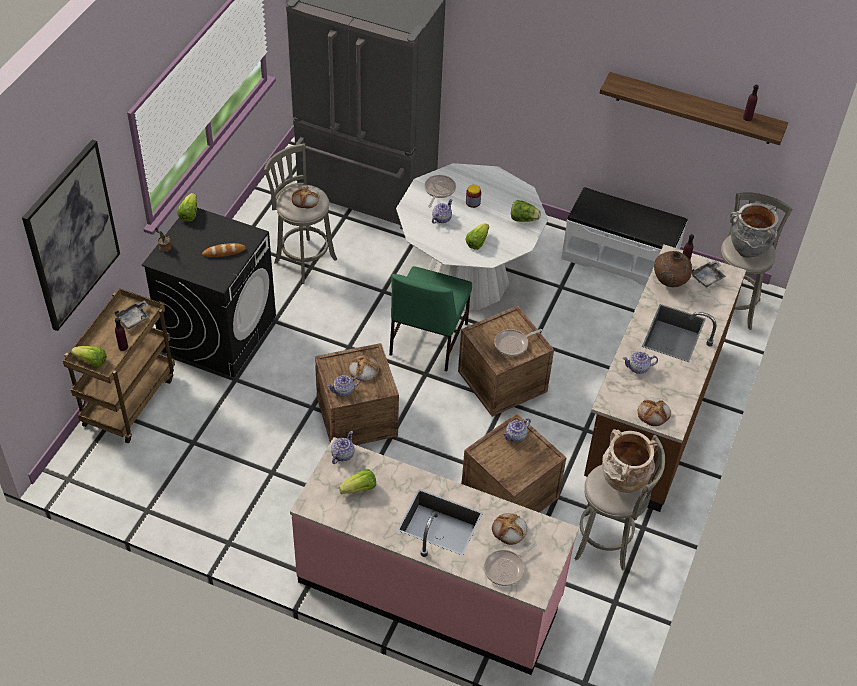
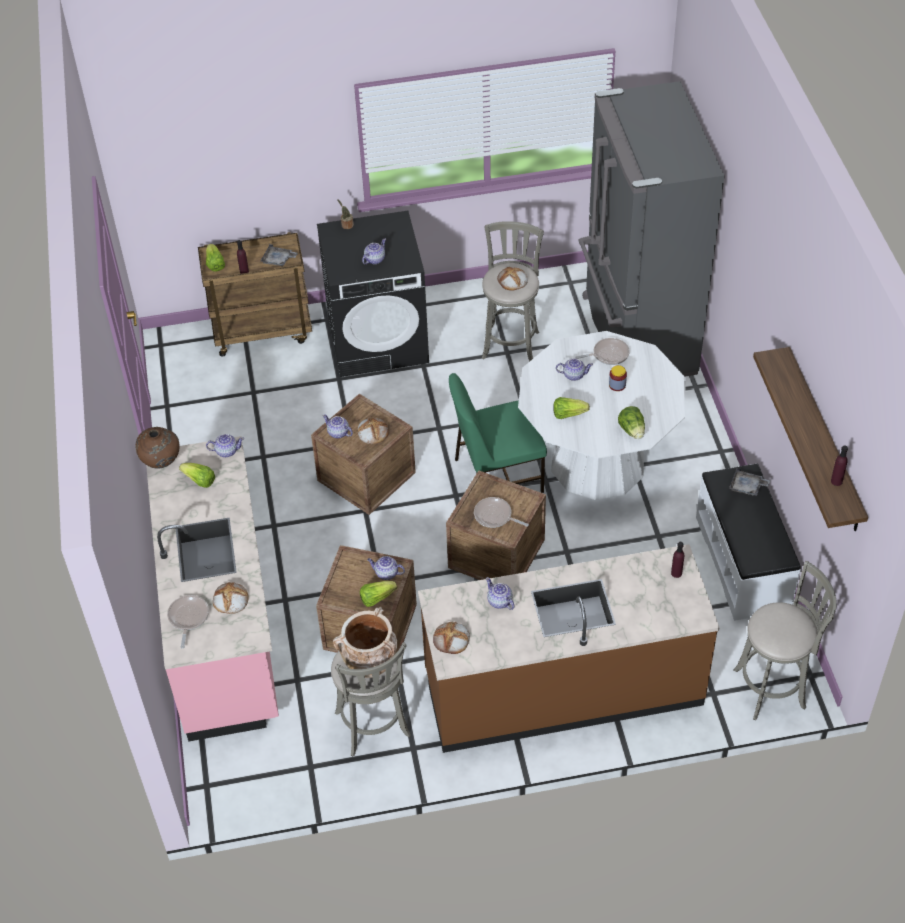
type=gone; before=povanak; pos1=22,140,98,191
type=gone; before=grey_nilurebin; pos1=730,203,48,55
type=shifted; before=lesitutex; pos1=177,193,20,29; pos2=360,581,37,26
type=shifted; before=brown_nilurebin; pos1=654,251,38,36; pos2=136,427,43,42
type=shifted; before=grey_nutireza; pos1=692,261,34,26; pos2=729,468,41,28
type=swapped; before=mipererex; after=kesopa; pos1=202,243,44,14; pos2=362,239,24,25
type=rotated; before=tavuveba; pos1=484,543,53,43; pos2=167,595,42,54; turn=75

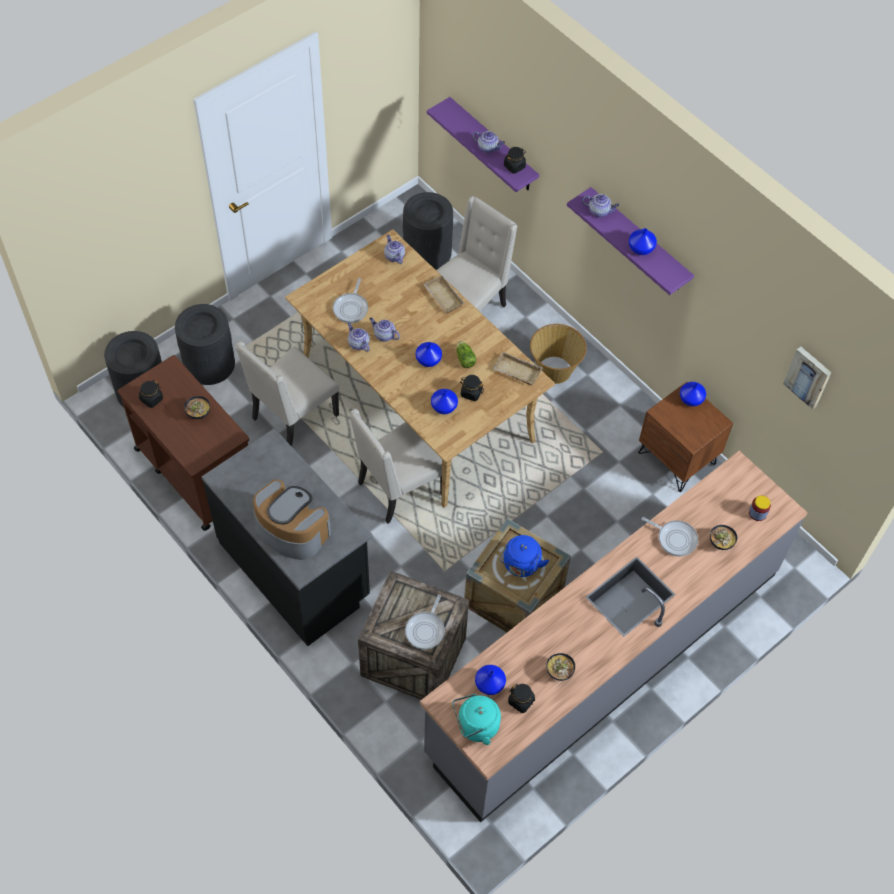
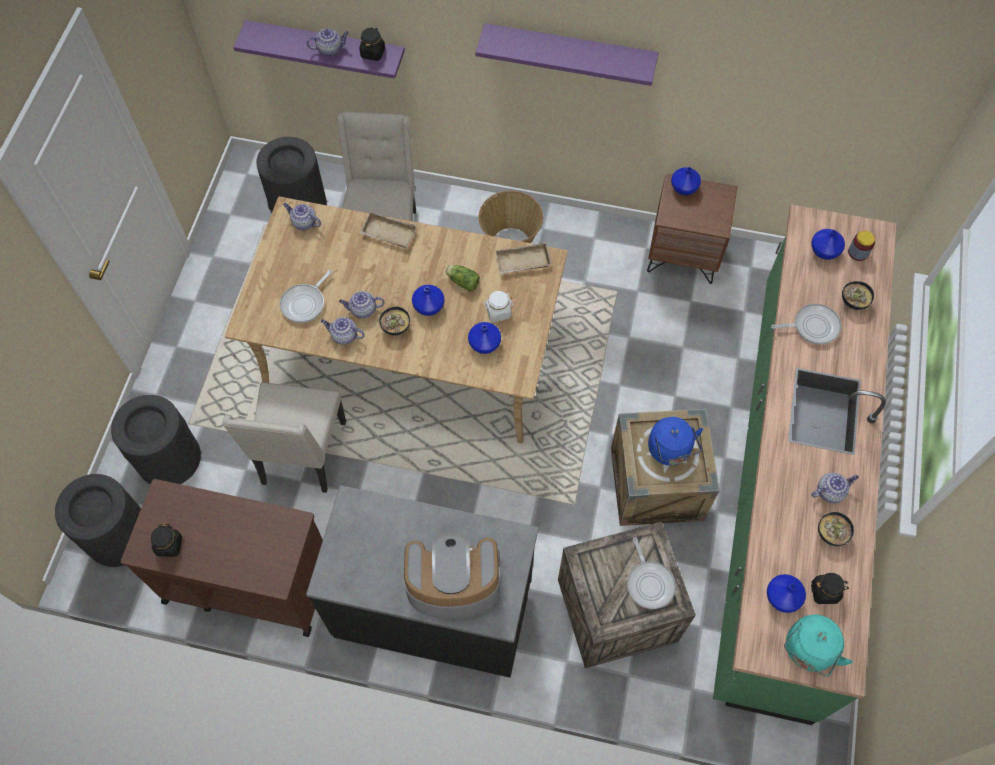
type=gone; before=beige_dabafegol; pos1=349,409,93,115
type=gone; before=povanak; pos1=783,347,48,62
type=shifted; before=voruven; pos1=184,396,26,23; pos2=379,307,31,28
type=shifted; before=kesopa; pos1=582,194,37,23; pos2=811,473,48,30
type=shifted; before=blue_nilurebin; pos1=629,228,28,27; pos2=811,229,34,31
type=repainted; before=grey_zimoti; after=green_zimoti; pos1=420,451,388,371; pos2=713,205,183,520
type=repainted; before=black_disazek; after=white_disazek; pos1=460,375,24,26; pos2=484,291,29,31
type=rotated; before=tavuveba; pos1=333,278,35,45; pos2=280,270,52,53; turn=60

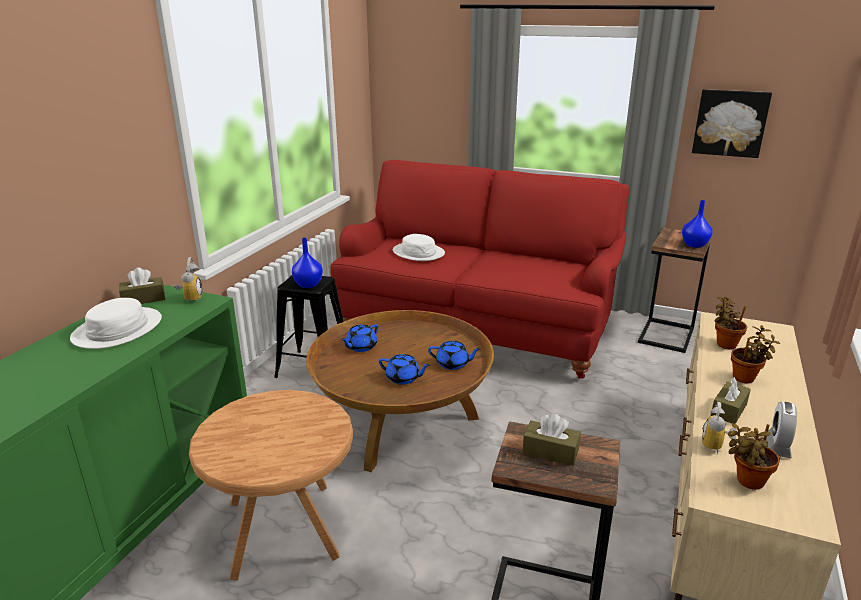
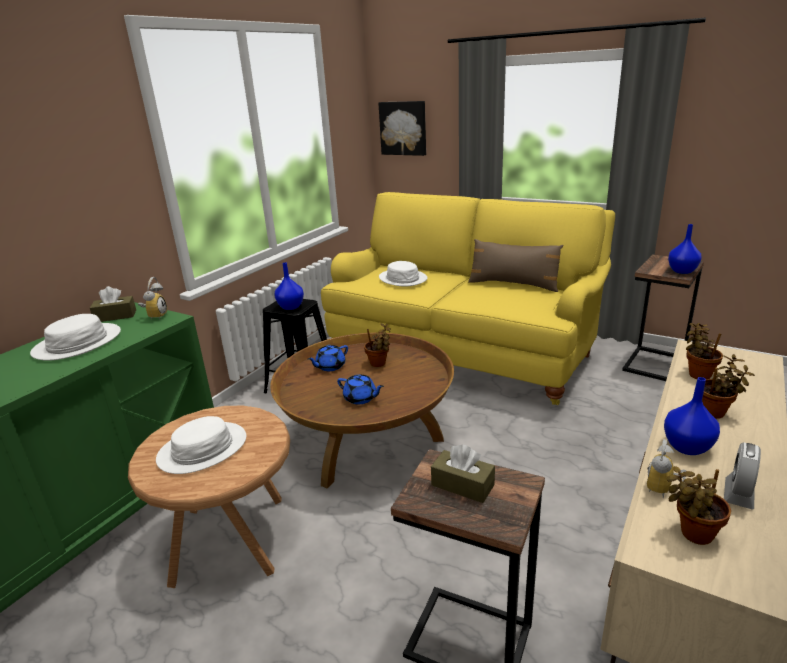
type=gone; before=blue_kesopa; pos1=428,341,52,29
type=new; after=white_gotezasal; pos2=156,416,90,58
type=new; after=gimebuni; pos2=364,323,27,44
type=new; after=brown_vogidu; pos2=468,239,95,53
type=shifted; before=povanak; pos1=692,89,80,69; pos2=378,101,48,55
type=swapped; before=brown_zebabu; after=blue_nilurebin; pos1=711,377,40,47; pos2=664,377,56,78
type=repainted; before=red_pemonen; after=yellow_pemonen; pos1=330,160,299,219; pos2=321,192,294,213

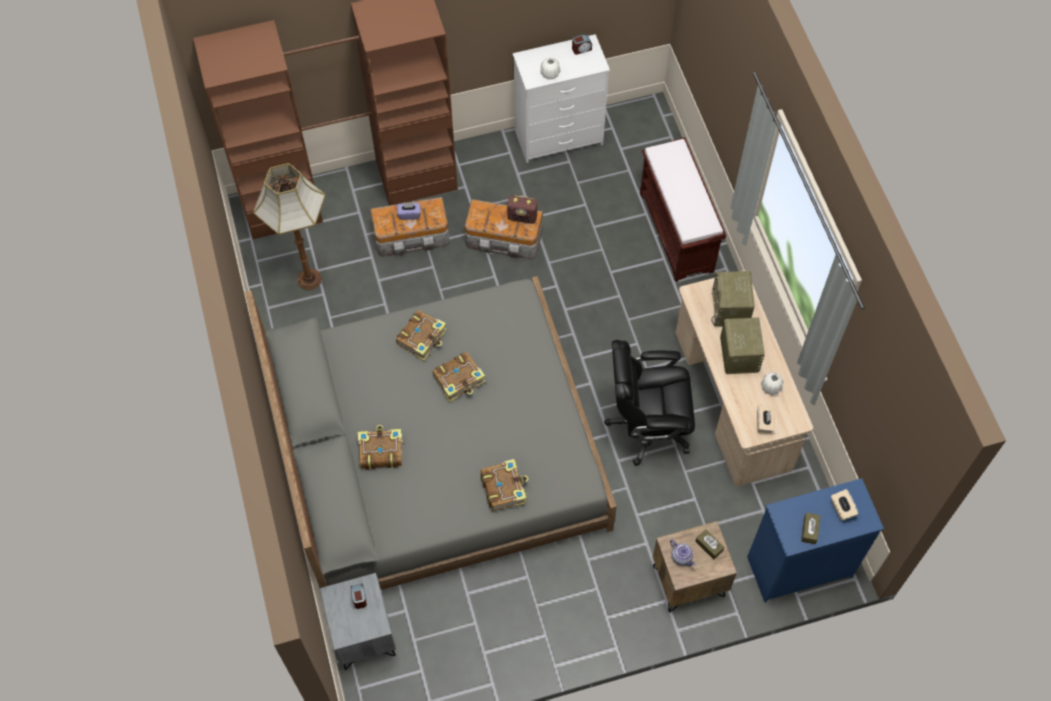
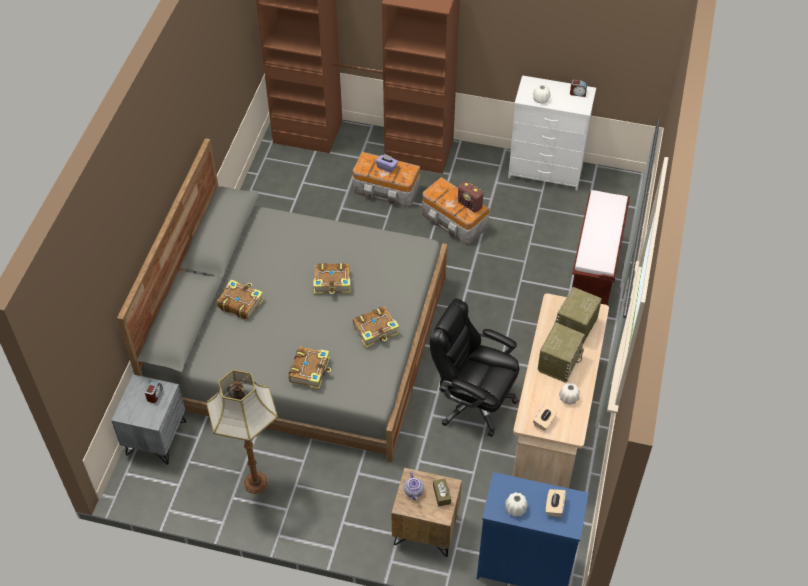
type=shifted; before=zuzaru; pos1=253,163,73,127; pos2=206,370,72,124
type=shifted; before=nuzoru; pos1=396,310,51,51; pos2=353,306,46,42
type=swapped; before=brown_zebabu; after=white_nilurebin; pos1=801,513,20,31; pos2=505,492,23,25

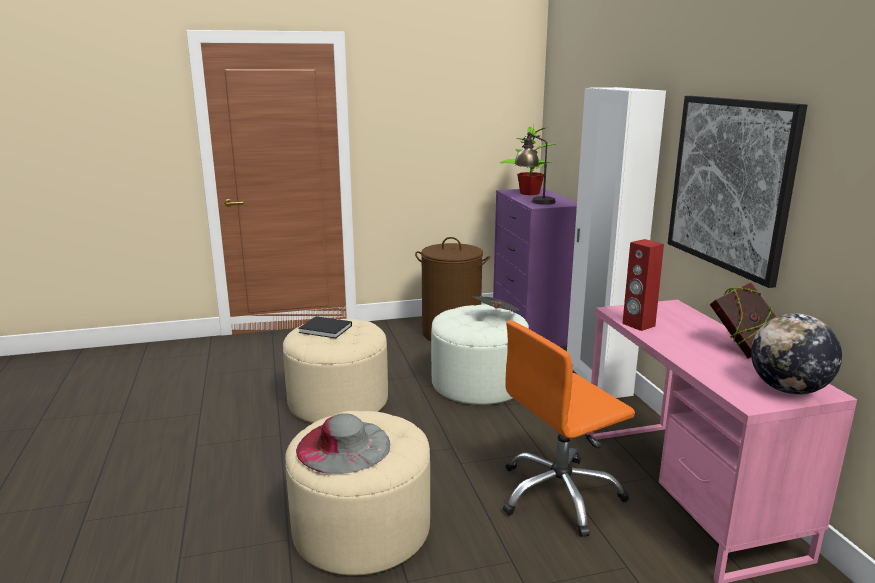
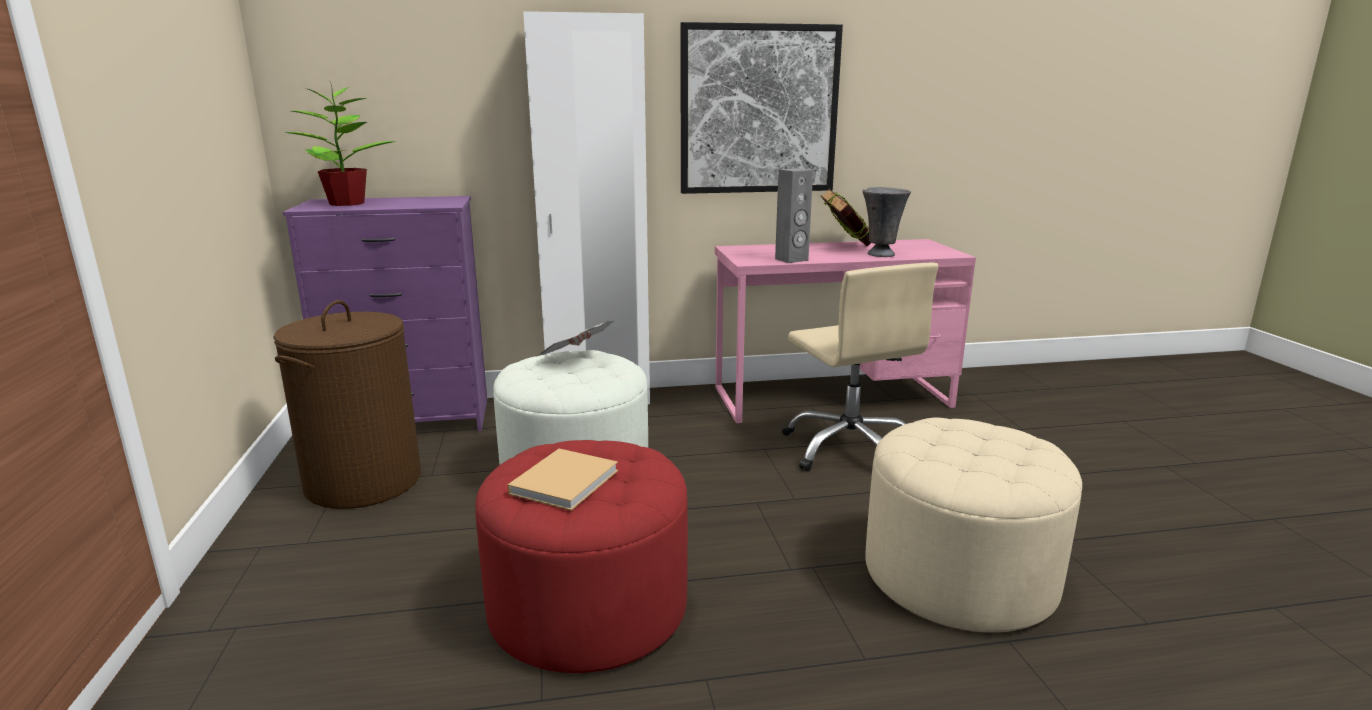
type=gone; before=grey_gotezasal; pos1=296,413,94,61
type=gone; before=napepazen; pos1=514,132,42,73
type=gone; before=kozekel; pos1=751,313,91,81
type=new; after=grey_nilurebin; pos2=862,187,49,70
type=repainted; before=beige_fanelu; after=red_fanelu; pos1=283,319,105,104; pos2=475,440,213,233
type=repainted; before=black_nuzoru; after=beige_nuzoru; pos1=298,316,54,22; pos2=508,449,110,62
type=repainted; before=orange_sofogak; after=beige_sofogak; pos1=503,320,132,217; pos2=782,263,156,208
type=repainted; before=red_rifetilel; after=grey_rifetilel; pos1=622,239,42,92; pos2=775,168,38,95

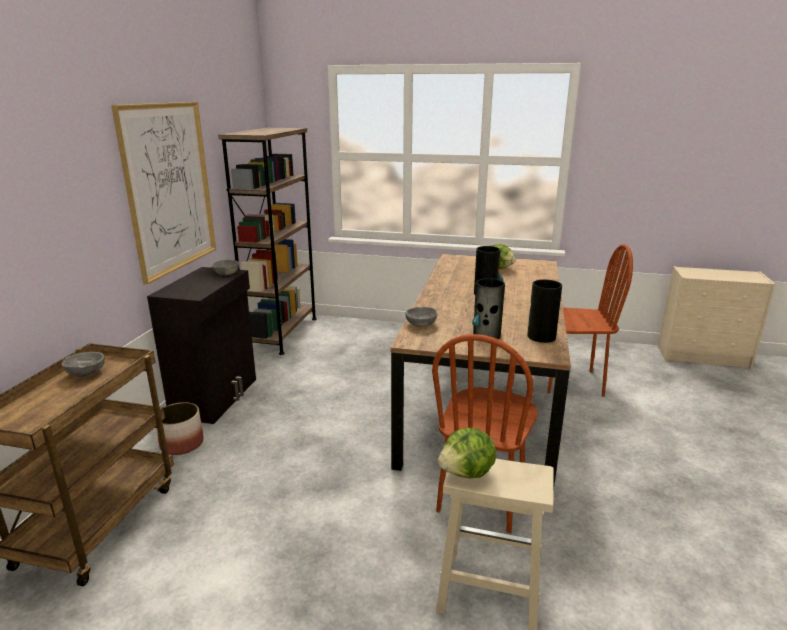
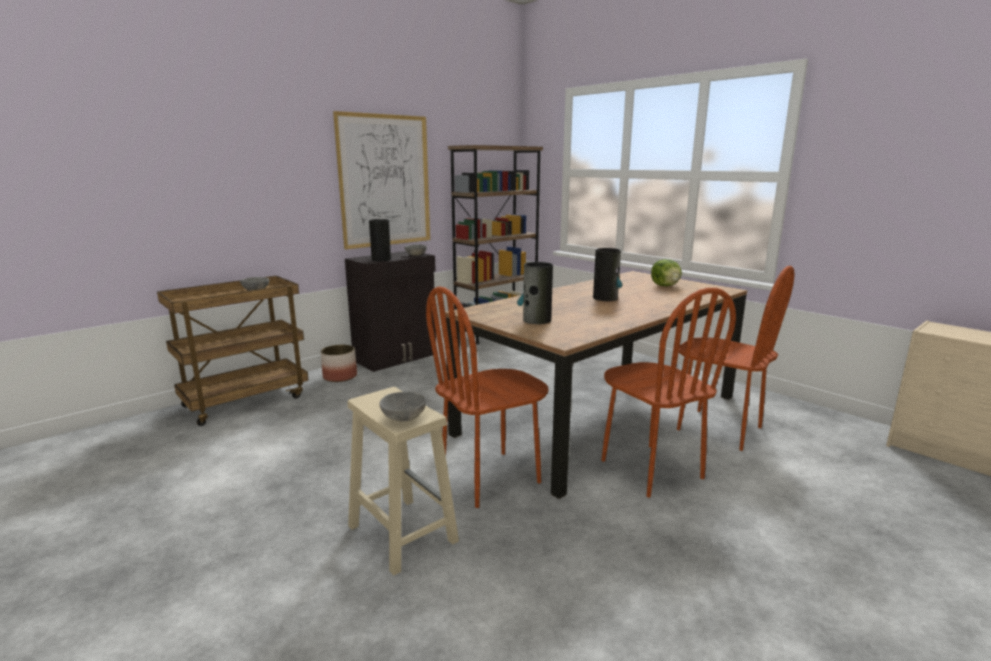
type=gone; before=lesitutex; pos1=438,428,58,50
type=new; after=brown_dabafegol; pos2=601,288,135,209
type=shifted; before=grey_voruven; pos1=405,307,32,20; pos2=380,392,46,30
type=shifted; before=nilurebin; pos1=527,279,35,64; pos2=369,219,22,42

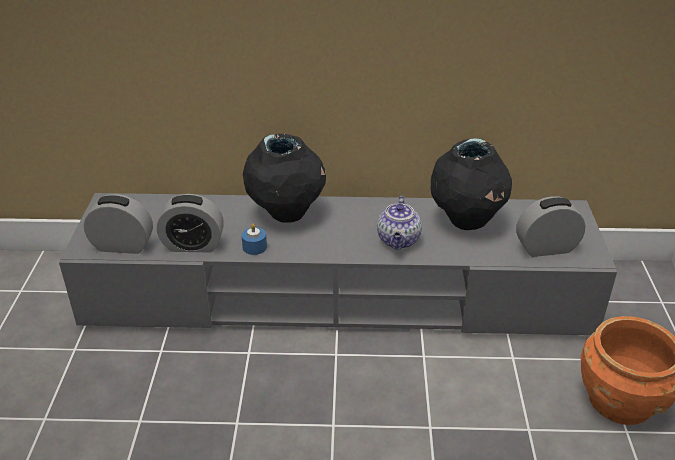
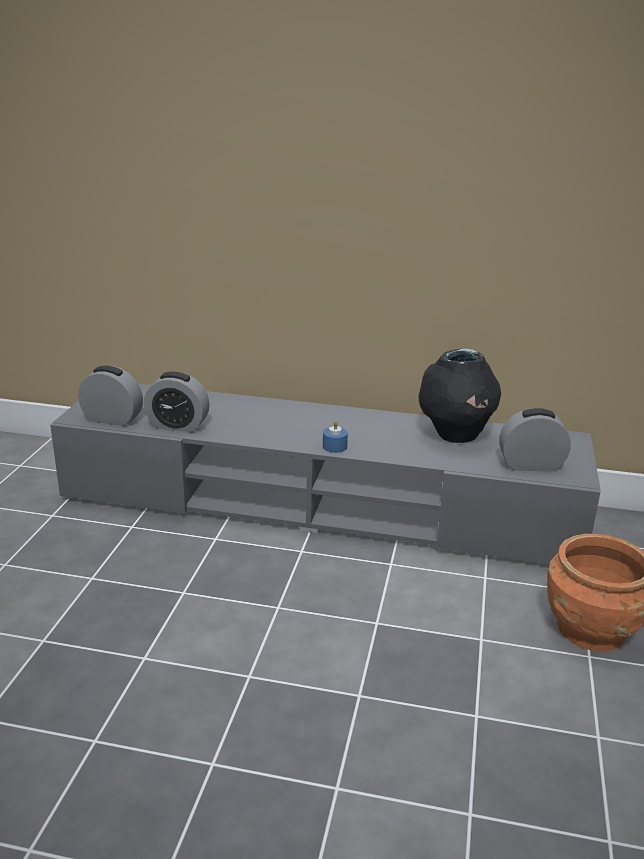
type=gone; before=black_nilurebin; pos1=243,134,83,89
type=gone; before=kesopa; pos1=377,196,45,54
type=shifted; before=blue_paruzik; pos1=241,224,26,31; pos2=323,420,25,33

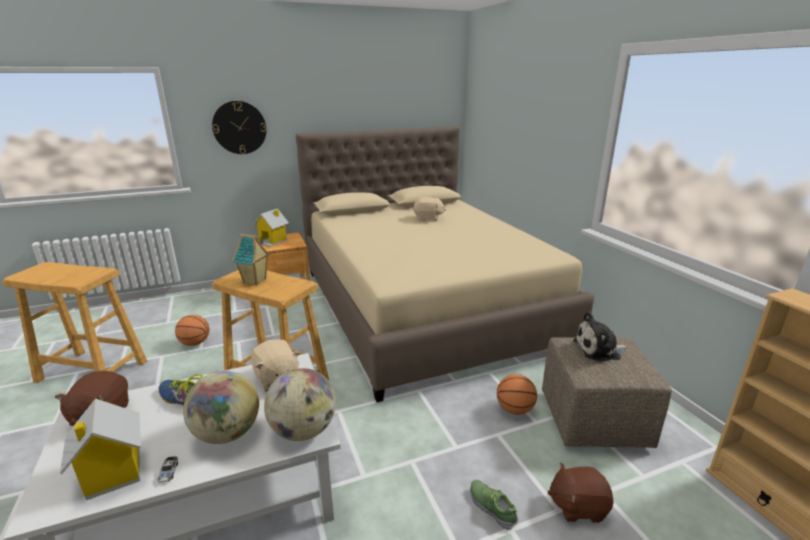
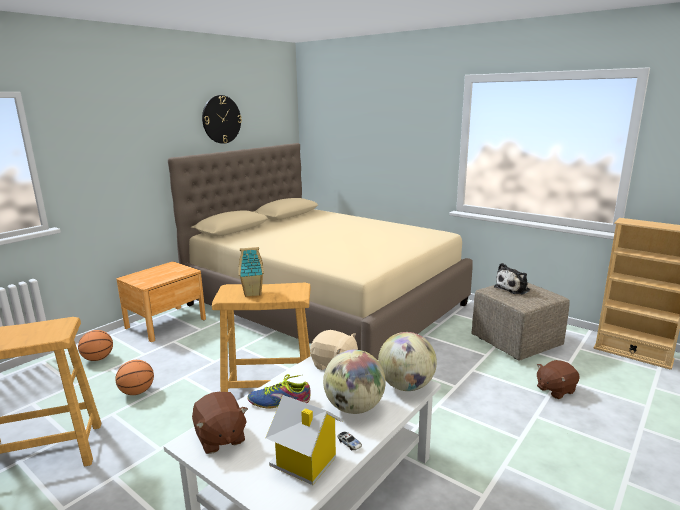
type=gone; before=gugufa; pos1=253,208,36,39
type=gone; before=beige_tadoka; pos1=413,197,33,24
type=gone; before=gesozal; pos1=470,480,49,50
type=shifted; before=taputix; pos1=212,101,54,53; pos2=202,95,40,49
type=shifted; before=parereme; pos1=497,374,40,41; pos2=78,330,35,31

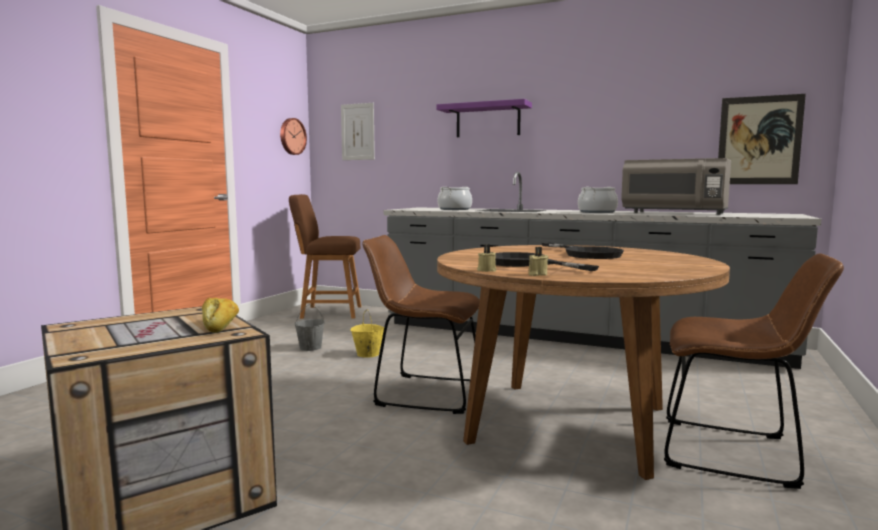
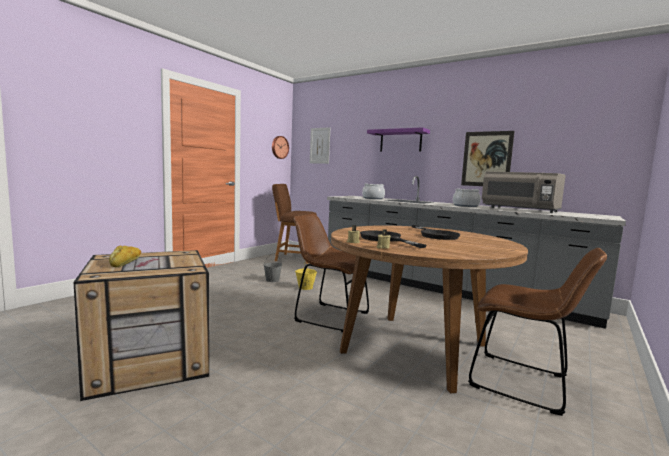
type=shifted; before=mipererex; pos1=202,297,37,36; pos2=109,246,32,21
type=shifted; before=povanak; pos1=718,94,88,90; pos2=461,131,53,55

